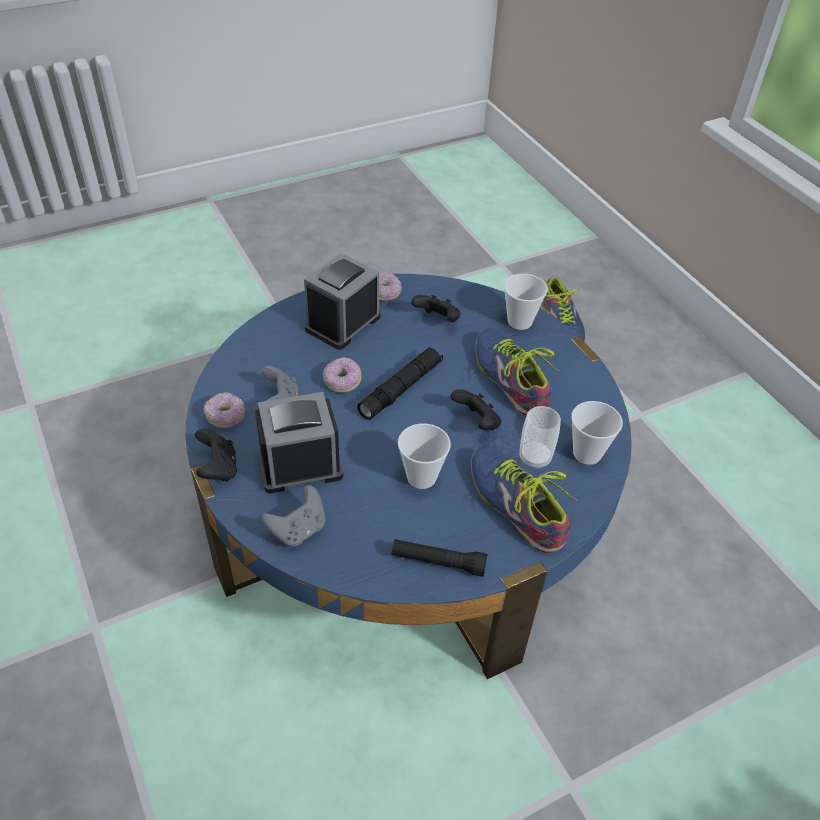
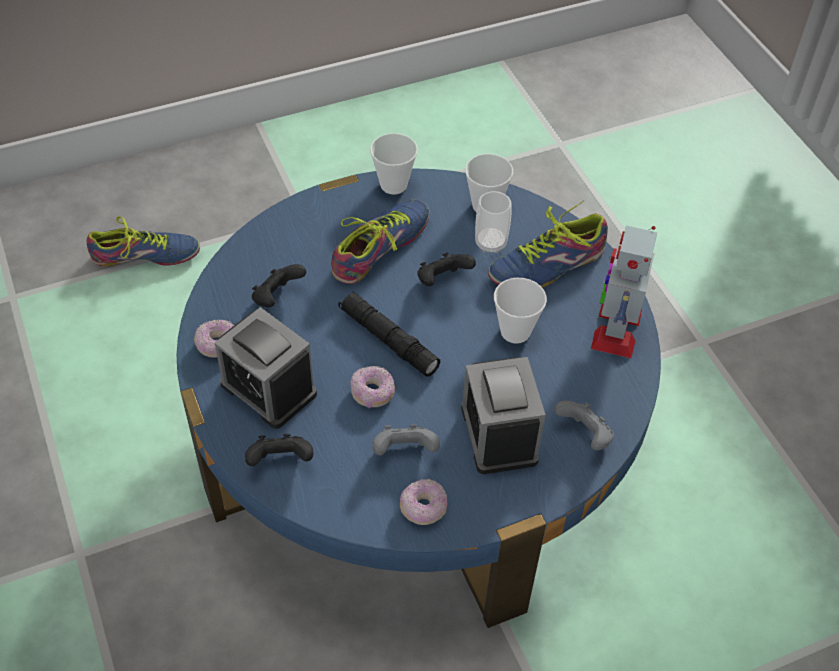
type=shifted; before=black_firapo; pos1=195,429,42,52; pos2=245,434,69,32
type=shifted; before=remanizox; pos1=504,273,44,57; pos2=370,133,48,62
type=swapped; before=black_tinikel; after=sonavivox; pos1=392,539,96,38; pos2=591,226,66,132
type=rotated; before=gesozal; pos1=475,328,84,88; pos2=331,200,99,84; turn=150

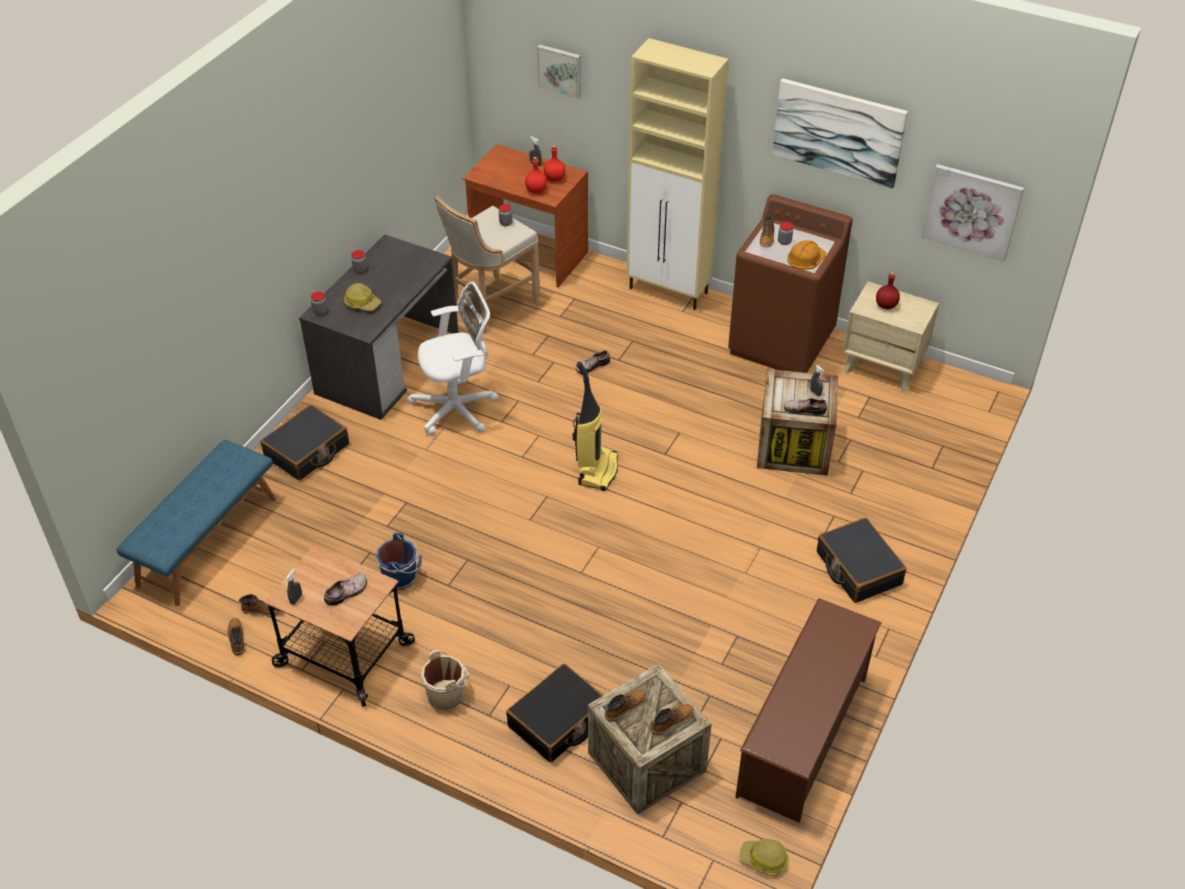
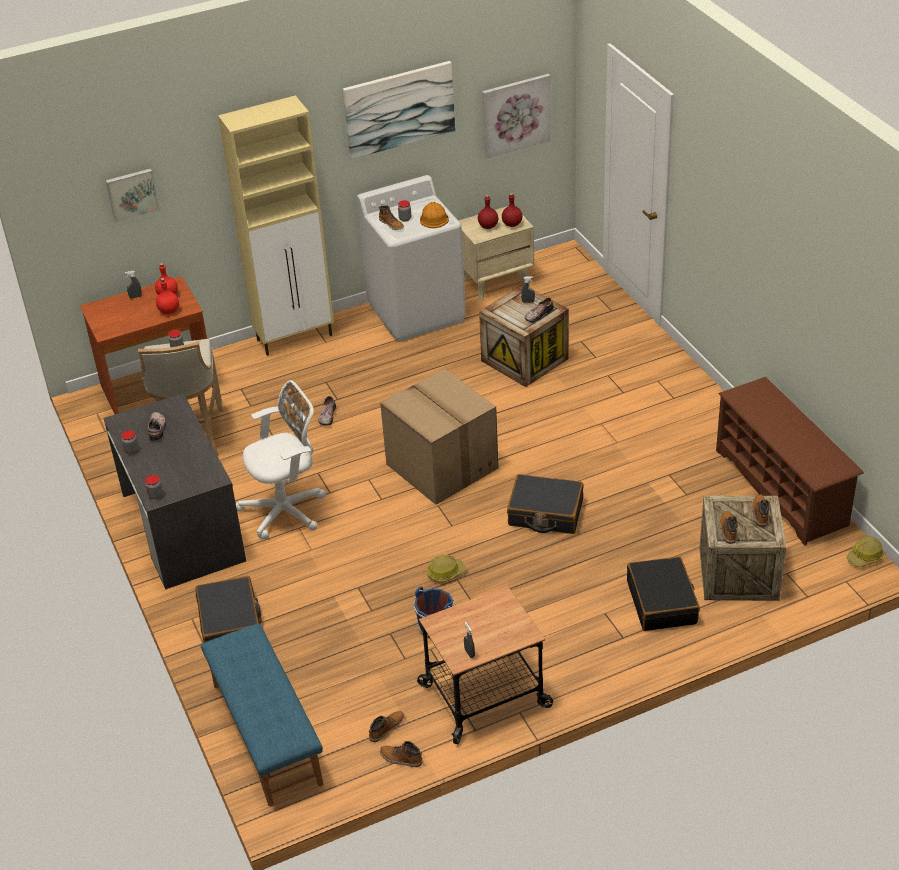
type=gone; before=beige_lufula; pos1=420,650,49,60
type=new; after=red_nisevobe; pos2=502,193,21,34
type=shifted; before=gesozal; pos1=324,573,43,33; pos2=148,412,18,29
type=shifted; before=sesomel; pos1=344,283,37,28; pos2=427,555,40,27
type=shifted; before=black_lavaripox; pos1=817,518,89,85; pos2=507,474,76,60
type=swapped; before=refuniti; after=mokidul; pos1=573,362,45,129; pos2=380,369,118,136
type=repainted; before=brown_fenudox; after=white_fenudox; pos1=728,194,125,179; pos2=357,175,109,167
type=rotated; before=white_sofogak; pos1=407,282,92,154; pos2=236,380,90,160; turn=45

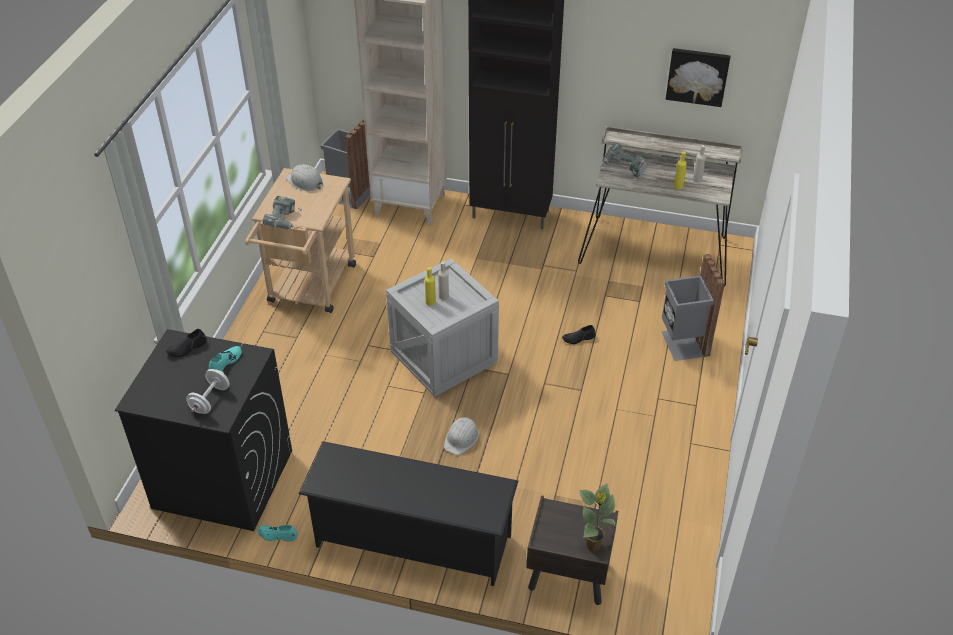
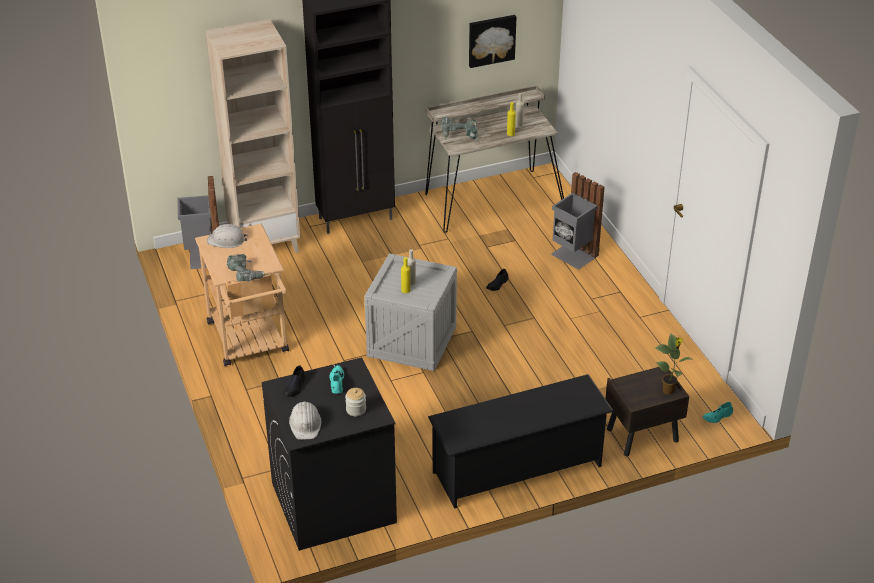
type=shifted; before=turquoise_gesozal; pos1=257,525,41,16; pos2=703,402,30,21
type=shifted; before=white_sesomel; pos1=444,417,35,38; pos2=289,402,33,38
type=swapped; before=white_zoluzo; after=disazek; pos1=186,369,43,45; pos2=345,388,21,28

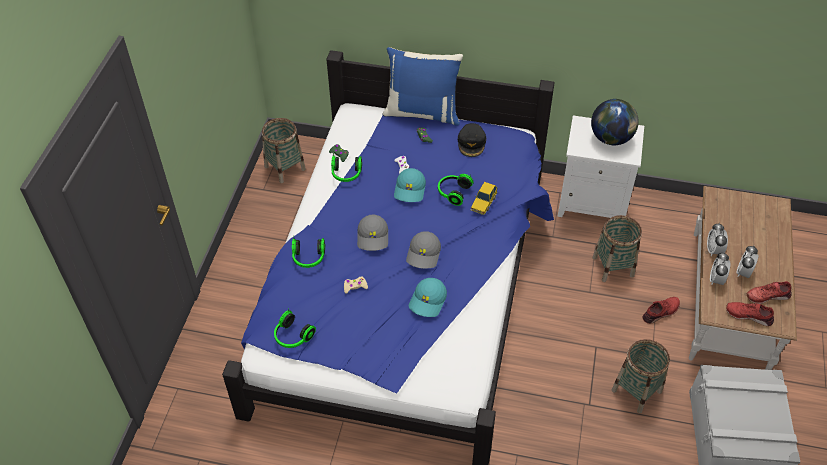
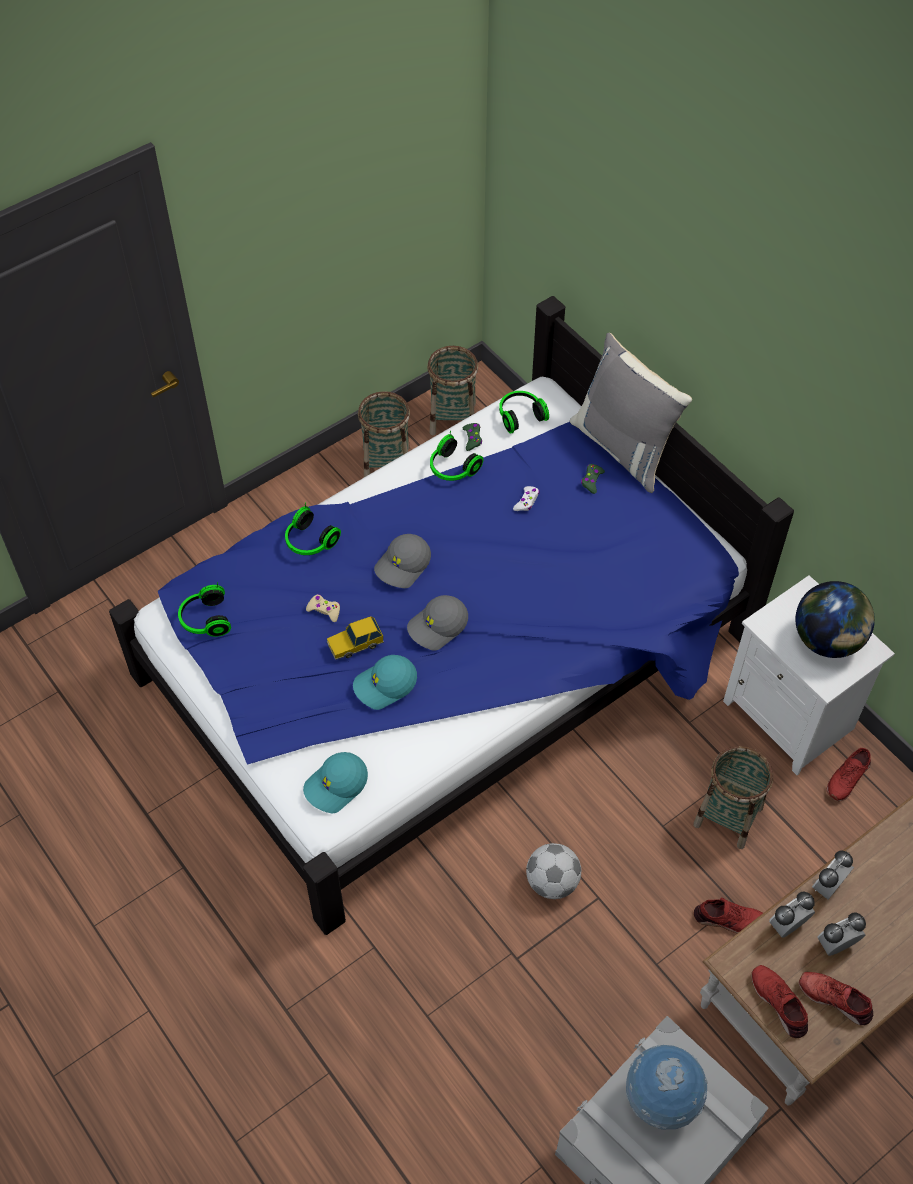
type=gone; before=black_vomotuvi; pos1=458,123,28,34
type=new; after=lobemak; pos2=526,843,55,56
type=new; after=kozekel; pos2=626,1045,82,84
type=new; after=red_gesozal; pos2=827,748,44,53
type=shifted; before=turquoise_vomotuvi; pos1=394,168,32,34; pos2=303,752,65,61
type=shifted; before=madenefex; pos1=438,174,36,32; pos2=499,391,50,43
type=shifted; before=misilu; pos1=471,182,26,33; pos2=327,616,57,44
type=shifted; before=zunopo; pos1=611,339,59,74; pos2=358,391,52,86
type=repainted; before=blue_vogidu; after=grey_vogidu; pos1=382,47,81,79; pos2=570,333,122,160

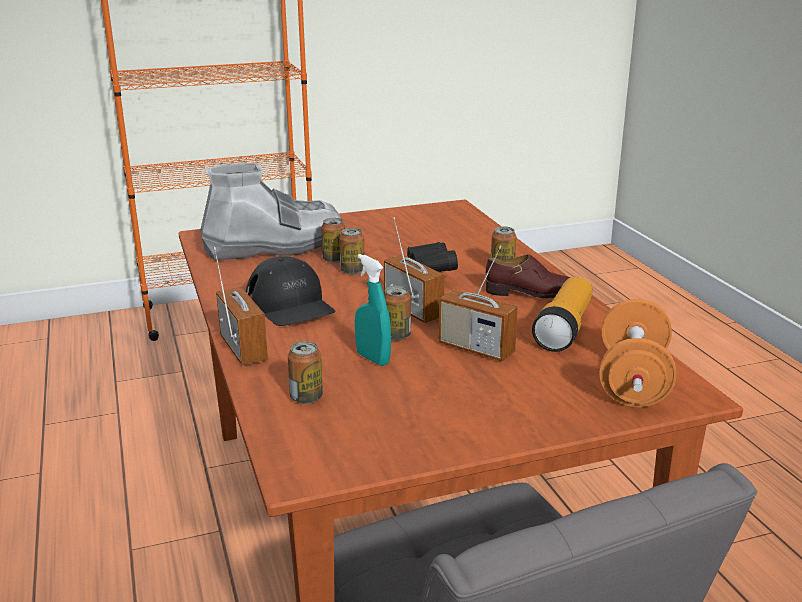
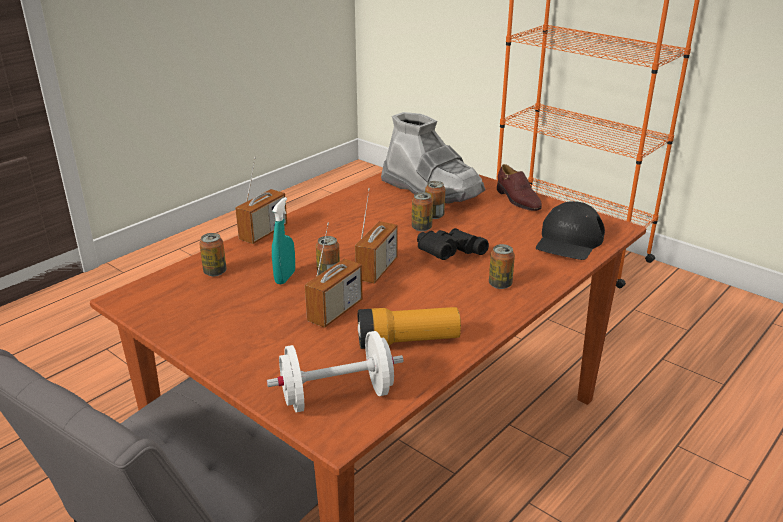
type=shifted; before=black_vomotuvi; pos1=246,256,90,70; pos2=536,201,69,59
type=shifted; before=brown_gesozal; pos1=486,254,85,44; pos2=497,164,45,47
type=repainted; before=orange_zoluzo; after=white_zoluzo; pos1=600,299,76,108; pos2=267,331,136,81
type=rotated; before=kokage; pos1=438,246,80,115; pos2=305,223,57,105; turn=-150

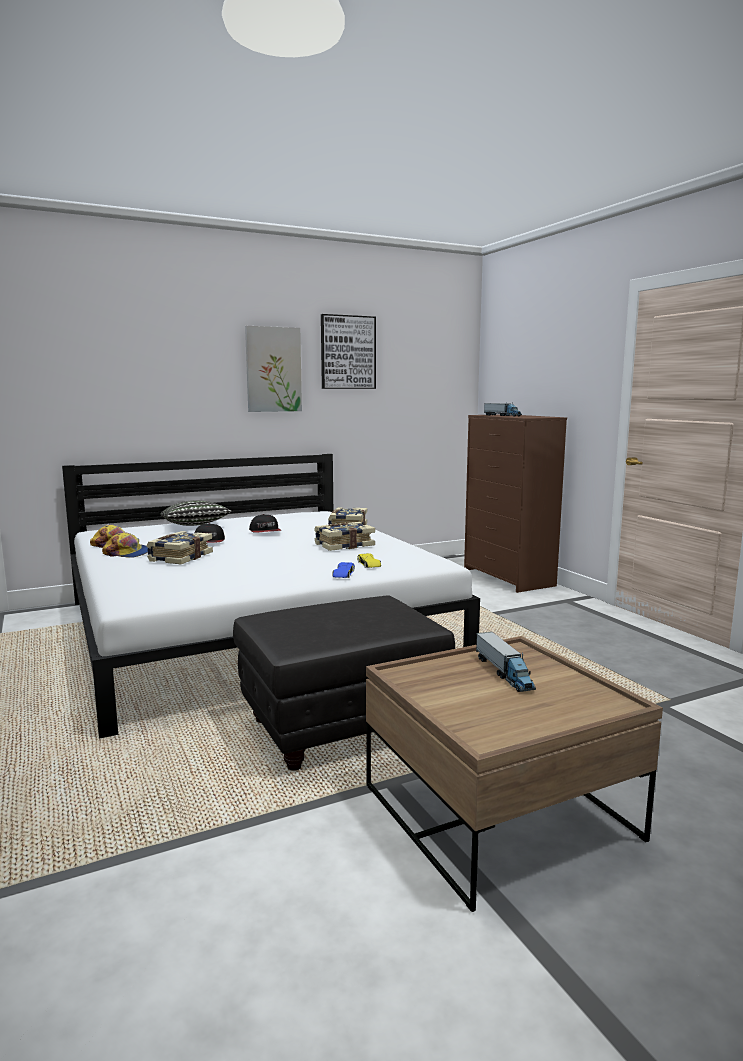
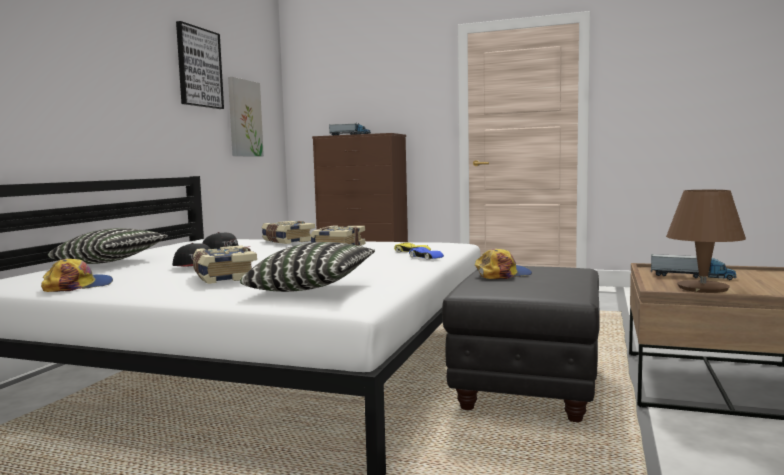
type=new; after=vogidu; pos2=240,242,135,50
type=new; after=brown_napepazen; pos2=666,190,80,103
type=shifted; before=vomotuvi; pos1=102,532,46,26; pos2=475,249,57,30
type=shifted; before=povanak; pos1=245,326,57,86; pos2=228,77,36,80

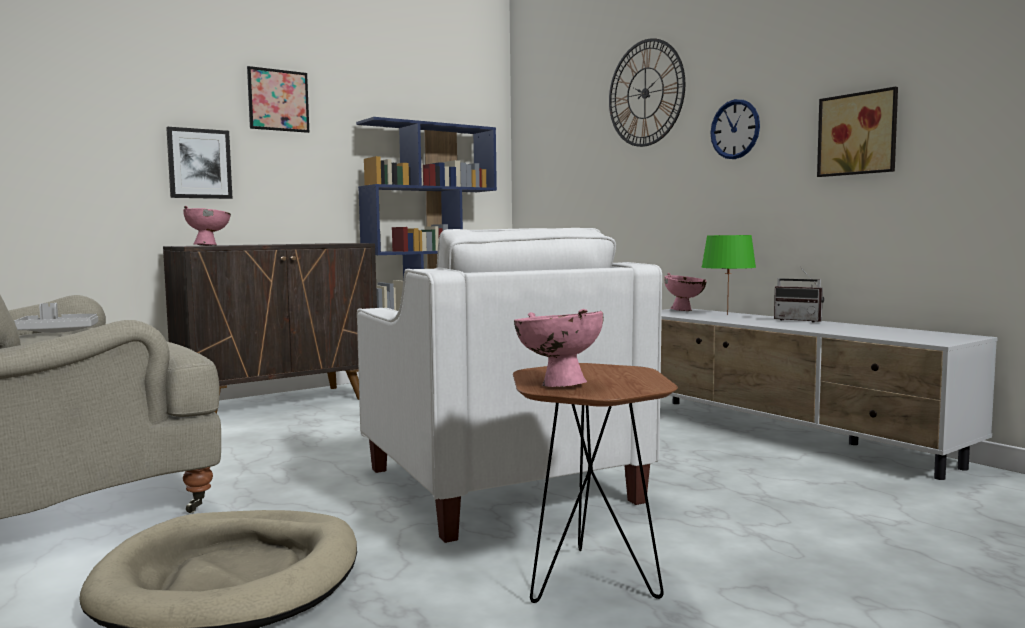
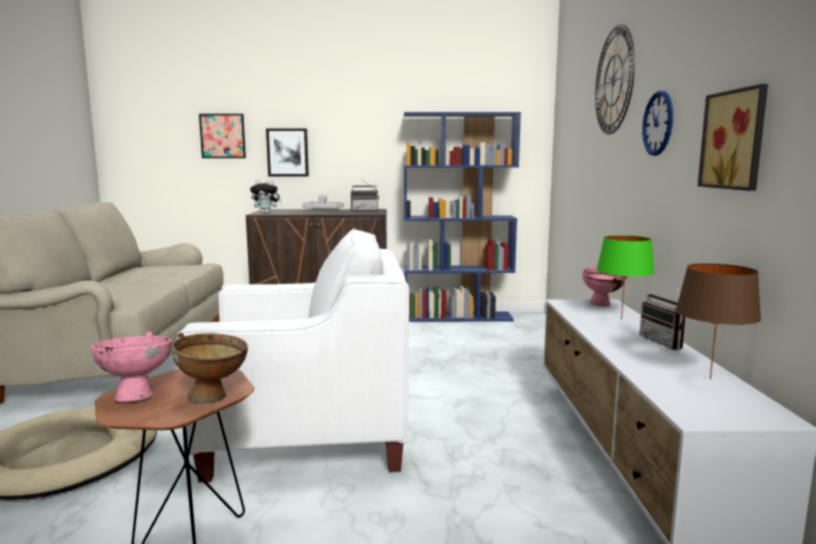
type=new; after=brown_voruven; pos2=172,333,76,71
type=new; after=kokage; pos2=351,181,28,30
type=new; after=brown_napepazen; pos2=675,263,86,116
type=shifted; before=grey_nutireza; pos1=14,303,84,30; pos2=302,195,42,16
type=shifted; before=povanak; pos1=247,66,62,67; pos2=199,114,47,44
type=swapped; before=pink_voruven; after=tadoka; pos1=183,206,48,40; pos2=250,180,32,34
type=rotated; before=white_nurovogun; pos1=357,228,305,315; pos2=177,229,232,254; turn=-105

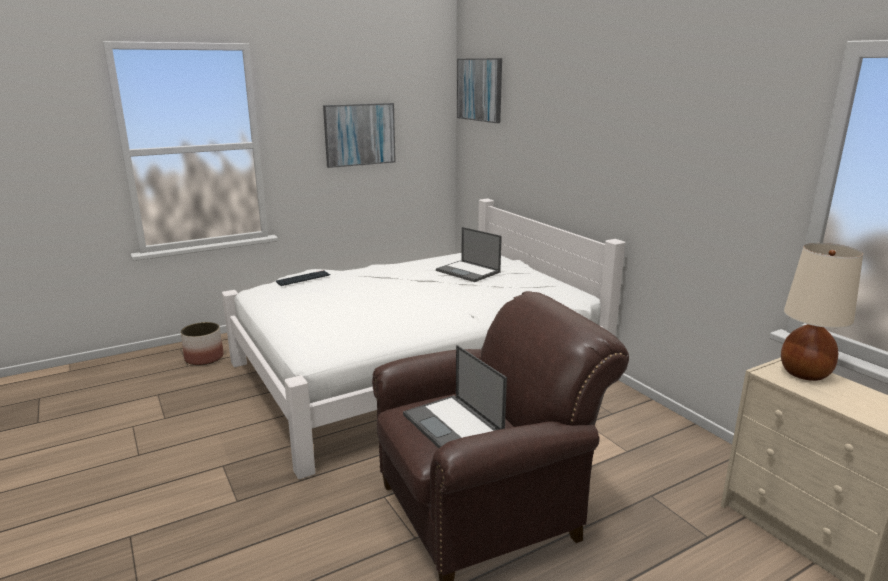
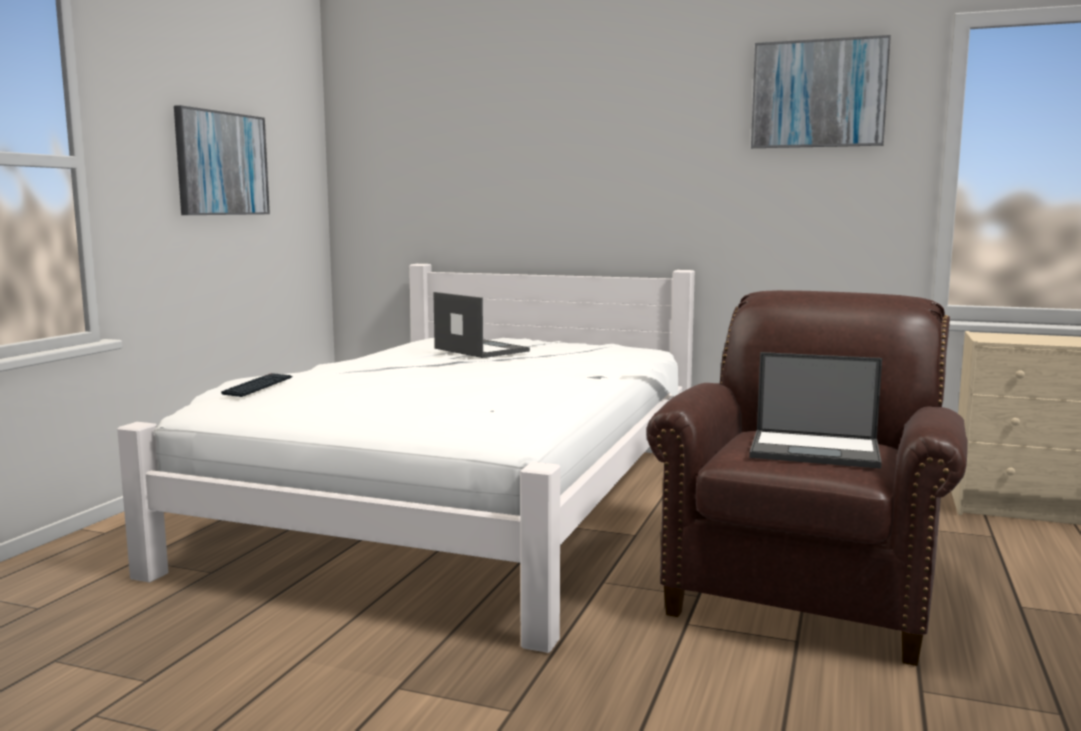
type=gone; before=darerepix; pos1=181,322,42,43
type=gone; before=beige_napepazen; pos1=781,243,82,138
type=shifted; before=povanak; pos1=457,58,45,65; pos2=751,35,140,113
type=rotated; before=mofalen; pos1=436,227,66,55; pos2=433,292,97,66; turn=-135

